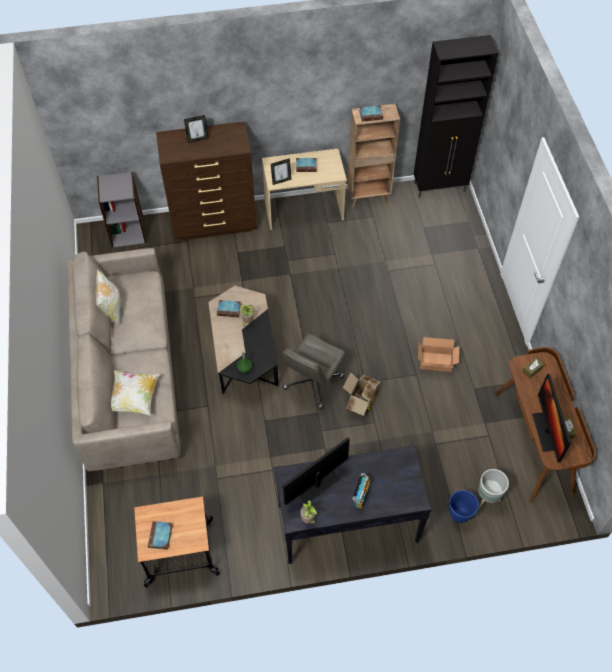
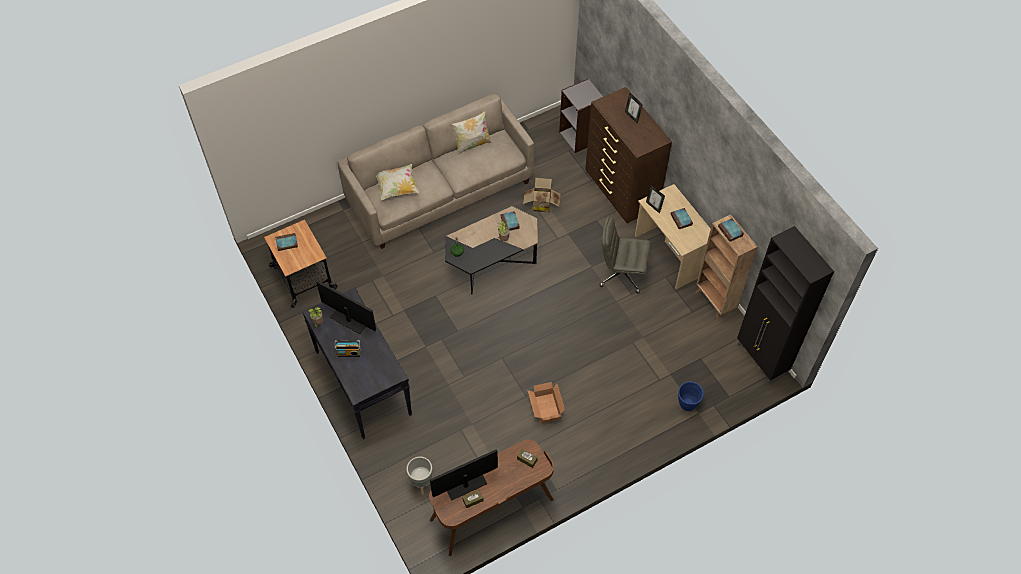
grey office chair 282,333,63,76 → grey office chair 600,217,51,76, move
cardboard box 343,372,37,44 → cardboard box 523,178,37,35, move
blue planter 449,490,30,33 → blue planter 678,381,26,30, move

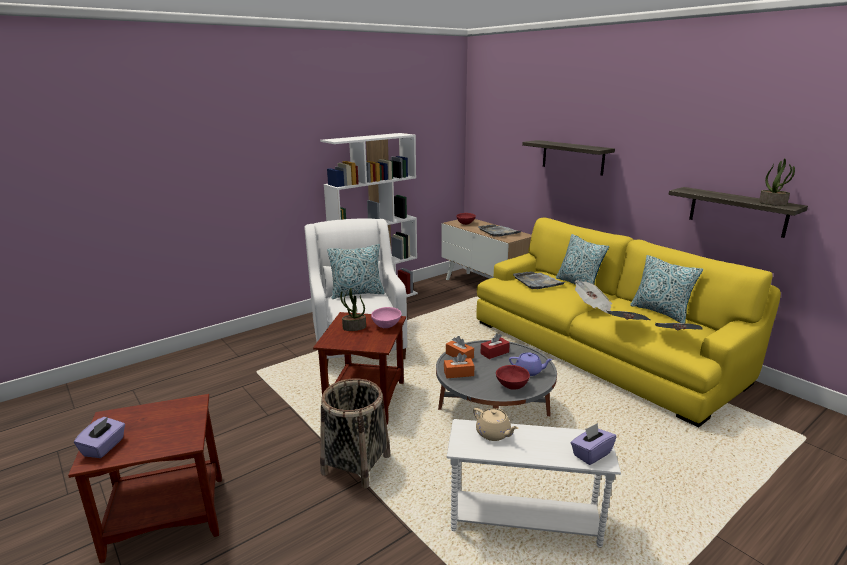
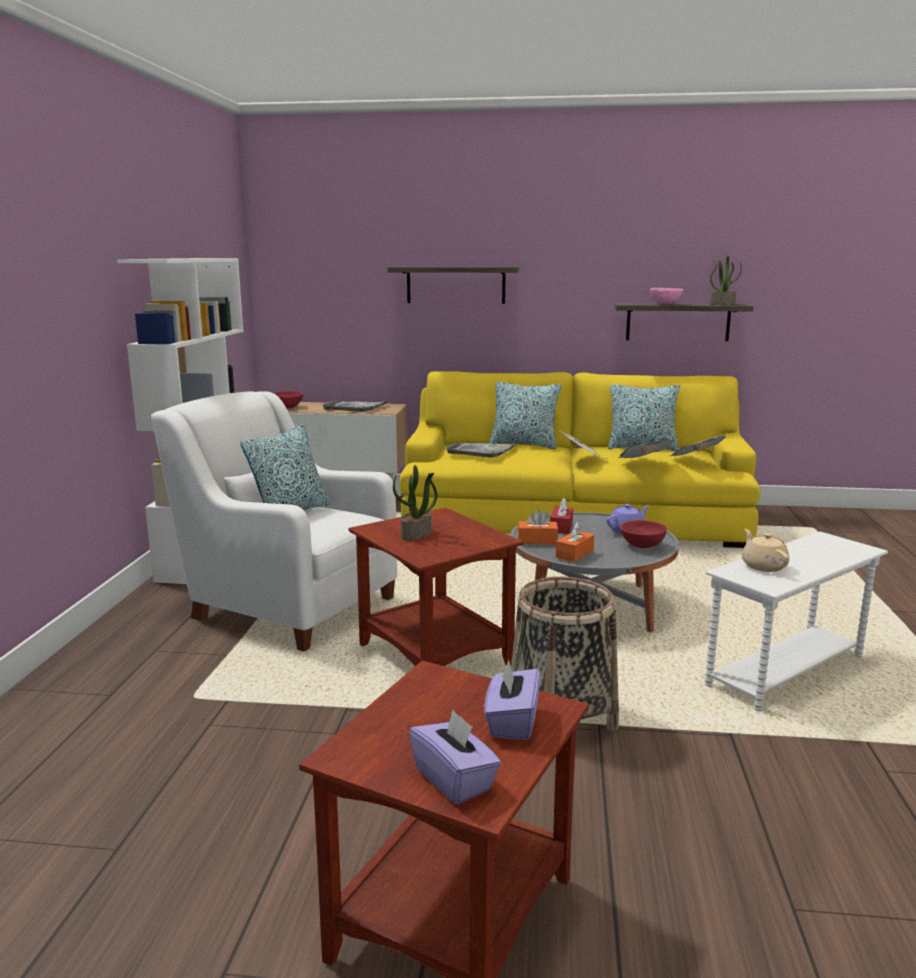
pink bowl 371,307,31,21 → pink bowl 650,288,33,16, move
beige teapot 473,408,46,33 → beige teapot 742,529,48,43, 105 degrees counterclockwise
purple tissue box 571,423,45,42 → purple tissue box 485,659,55,81, move

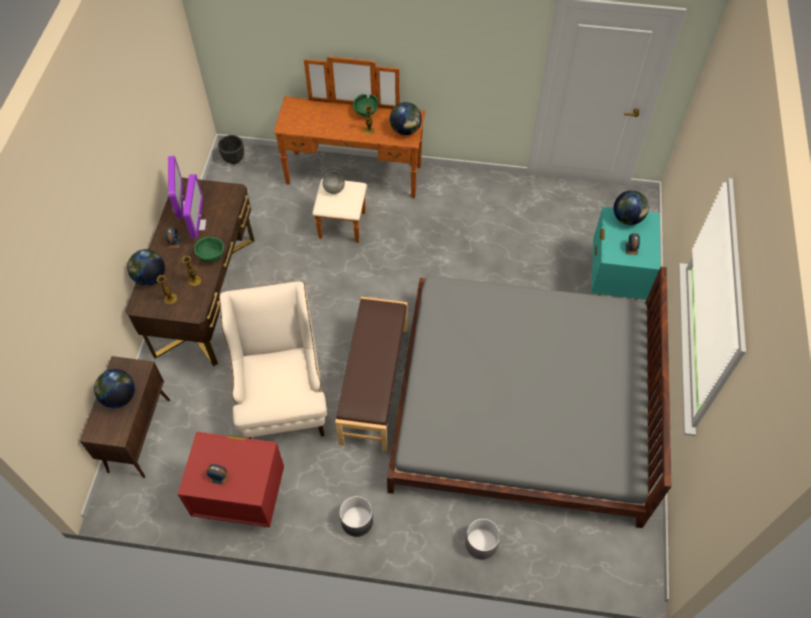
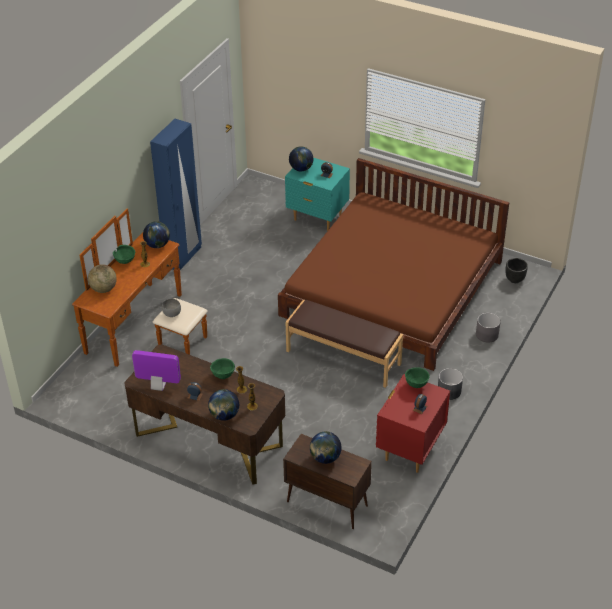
monitor 183,174,23,64 → -
black planter 218,135,26,29 → black planter 506,258,22,25, move
beige armchair 219,281,108,158 → -
grey bed 387,267,284,261 → brown bed 278,158,231,213
- → globe 88,264,29,29
- → blue wardrobe 150,119,52,151
- → green bowl 405,367,24,21

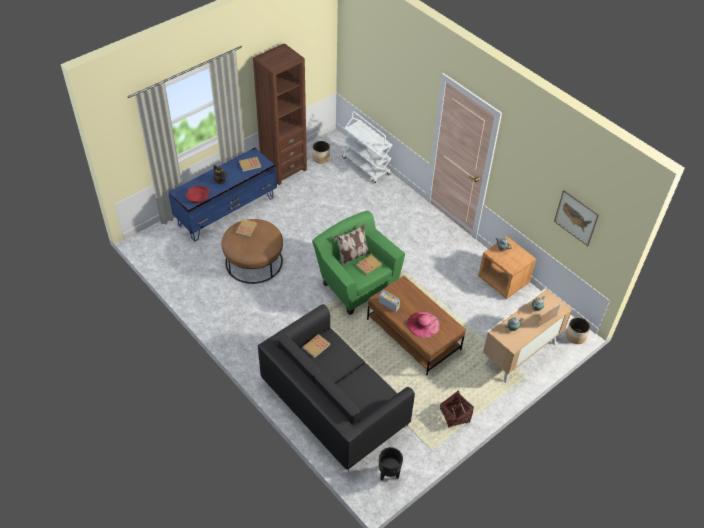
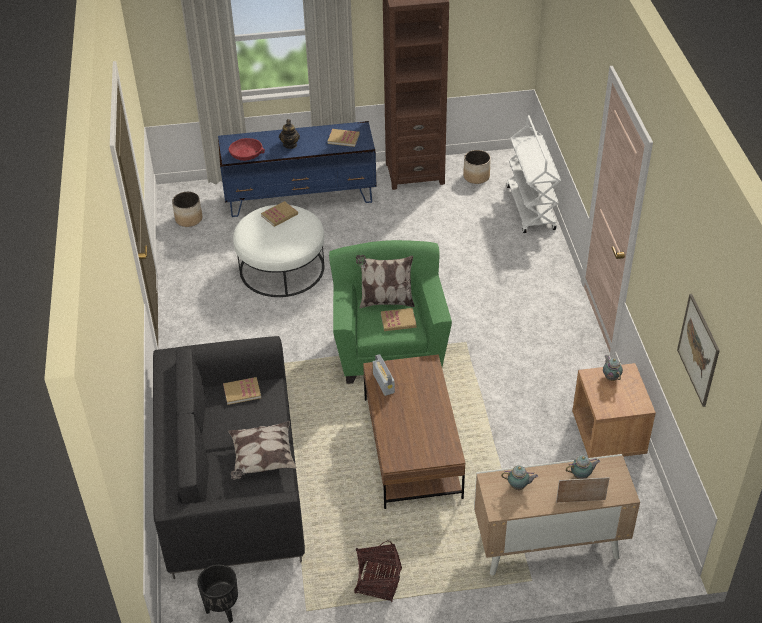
brown ottoman 222,219,61,65 → white ottoman 233,205,91,92
pink hat 407,312,33,26 → -
planter 566,317,24,27 → planter 172,192,30,35, move
- → pillow 228,421,69,59

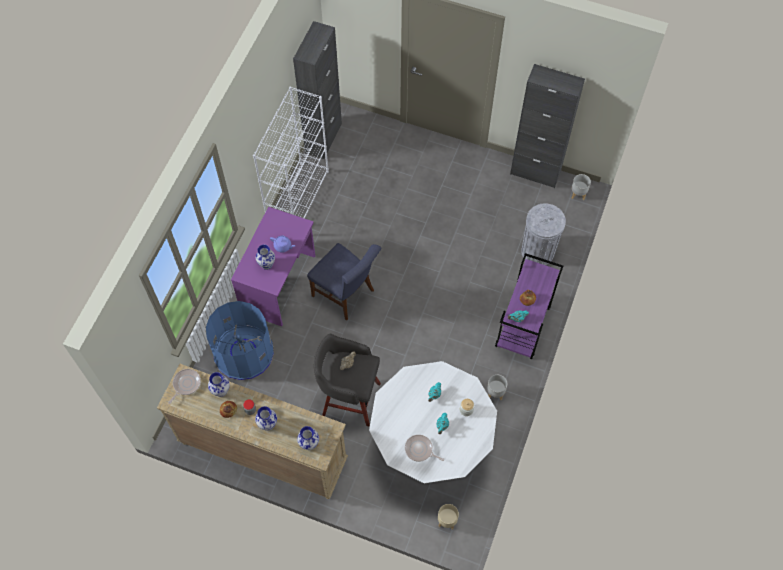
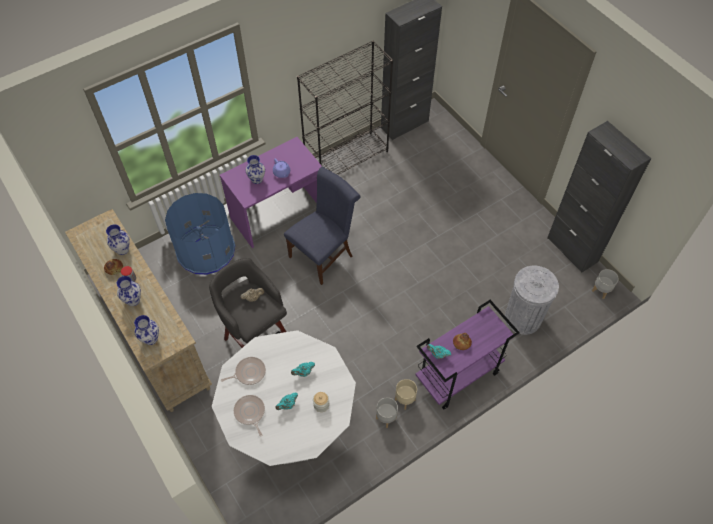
frying pan 168,369,33,35 → frying pan 221,357,45,28, move
white bookcase 253,86,76,132 → black bookcase 297,40,96,135
blue chair 307,243,75,77 → blue chair 284,167,77,118, 120 degrees counterclockwise
beige planter 438,504,21,26 → beige planter 395,379,22,31, move

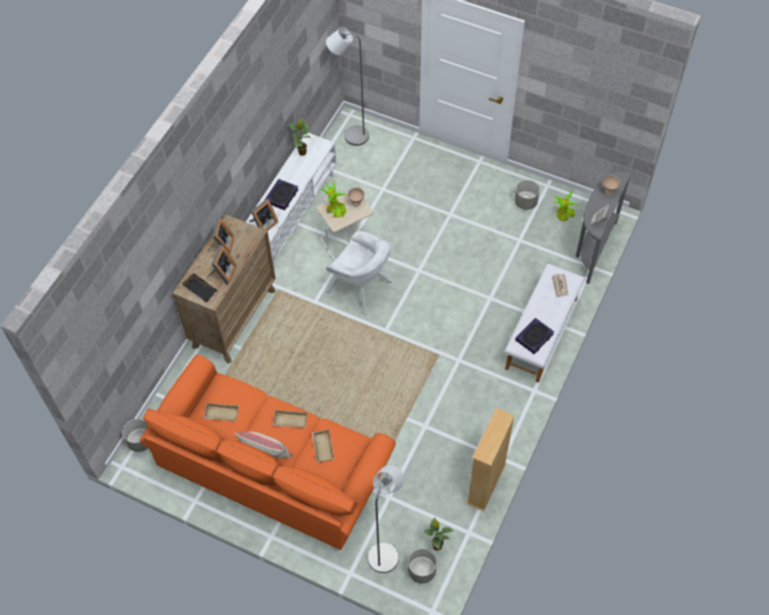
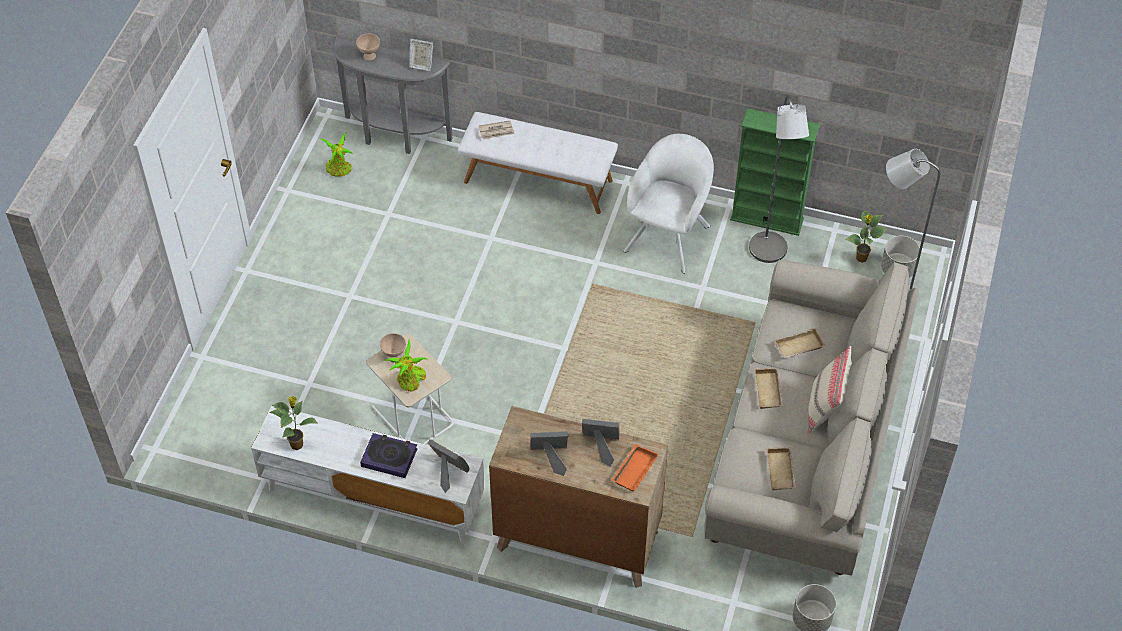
orange sofa 140,355,256,195 → beige sofa 704,260,216,315
black tray 182,273,36,29 → orange tray 612,444,47,48
grey floor lamp 326,27,43,119 → grey floor lamp 749,96,60,167, move
white armchair 326,231,66,84 → white armchair 623,134,91,140, move
beige bookcase 466,408,49,103 → green bookcase 730,108,90,128
grey planter 515,180,25,30 → -
book 515,318,39,36 → -

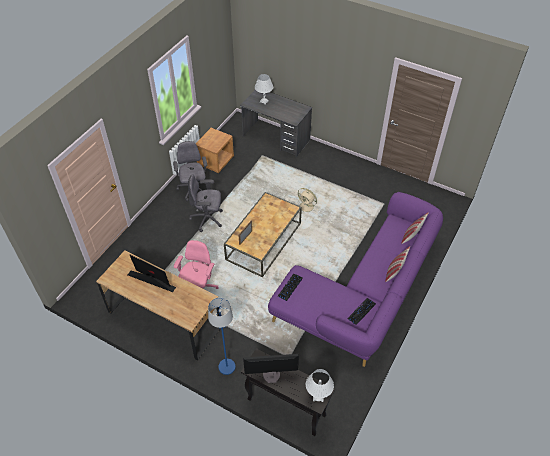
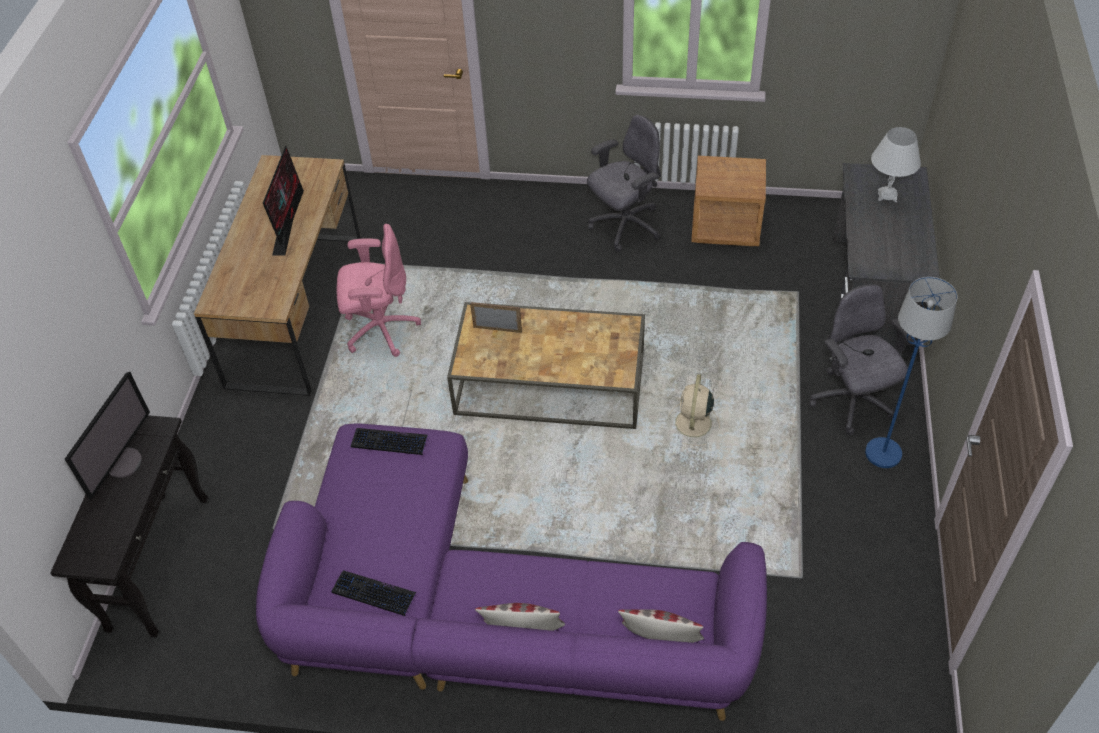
grey office chair 188,175,35,57 → grey office chair 809,284,107,151, move
blue floor lamp 208,298,28,77 → blue floor lamp 865,277,93,191, move
monitor 243,354,56,29 → monitor 65,372,85,128, 45 degrees clockwise
white table lamp 306,369,28,33 → -

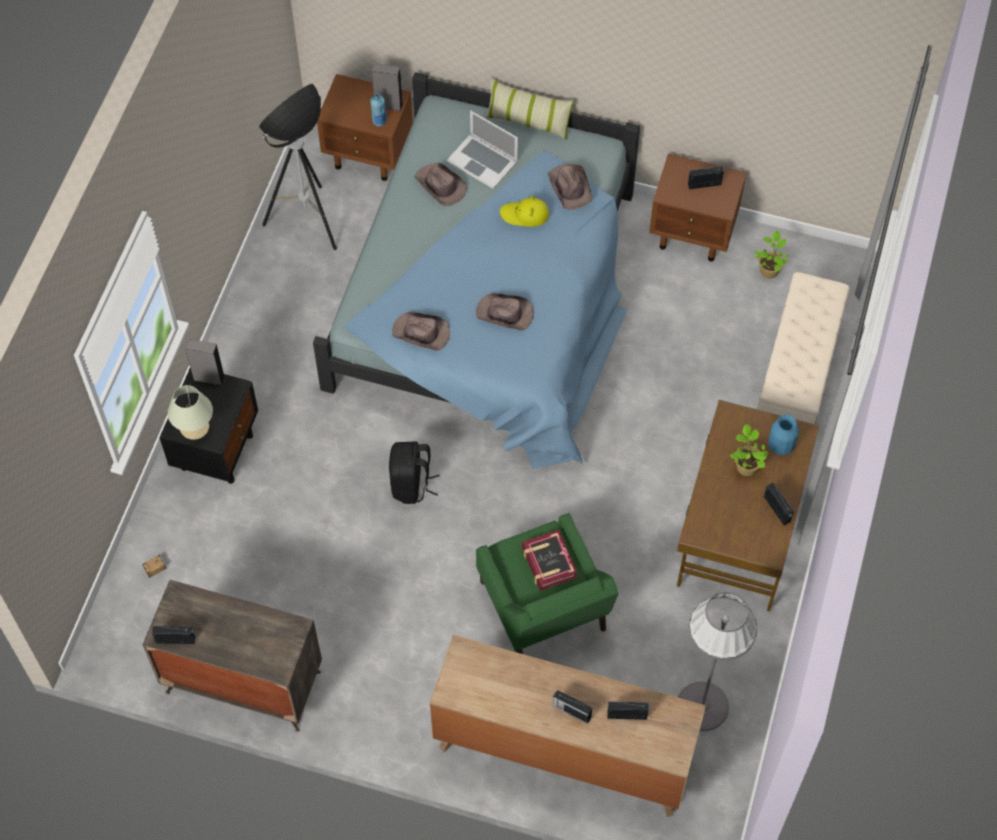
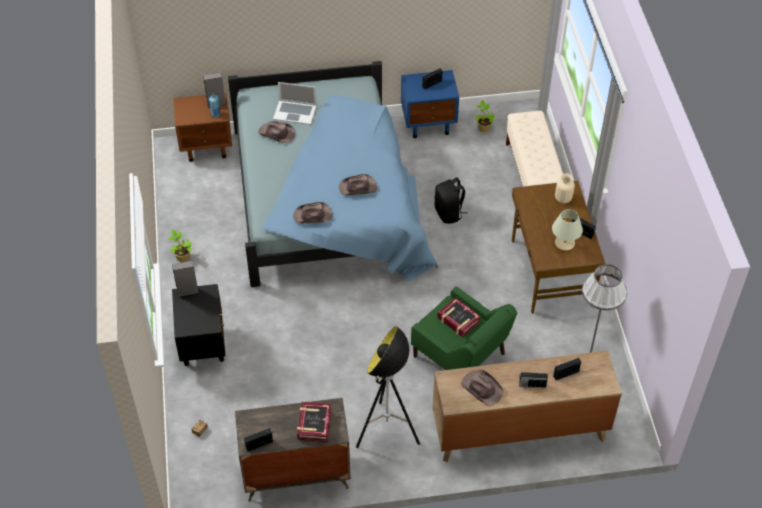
beige table lamp 168,385,45,55 → beige table lamp 552,209,31,42, move
floor lamp 259,84,78,166 → floor lamp 356,326,64,122, move
black backpack 389,441,51,63 → black backpack 435,178,33,46, move
pillow 485,78,89,62 → -
yellow hat 500,195,49,32 → -
brown hat 548,164,44,46 → brown hat 461,370,43,36, move
brown nightstand 649,153,98,109 → blue nightstand 401,70,58,68
potted plant 730,424,39,52 → potted plant 169,230,23,32, move
blue vase 768,415,31,40 → beige vase 555,173,20,30
- → book 297,402,35,40

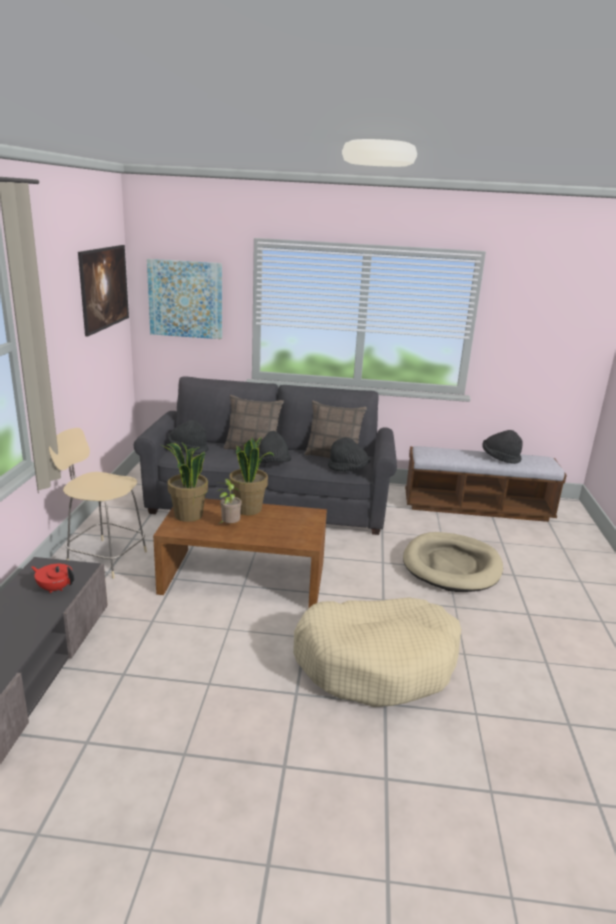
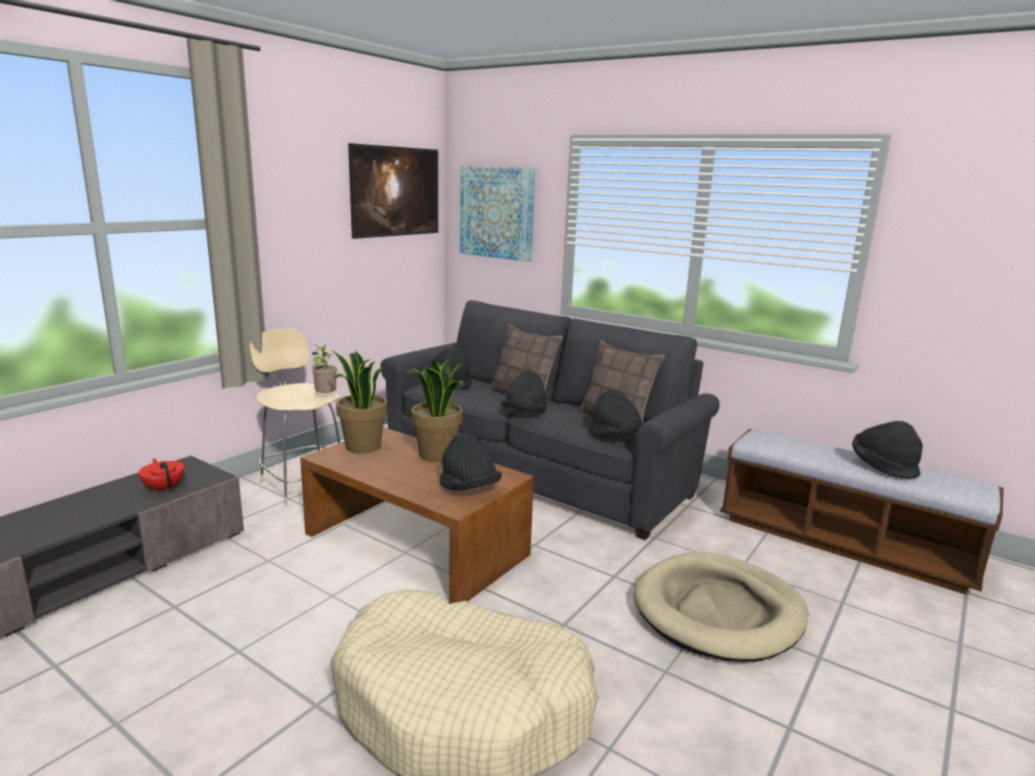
potted plant 217,478,25,46 → potted plant 312,344,25,51, move
- → black hat 440,433,62,58

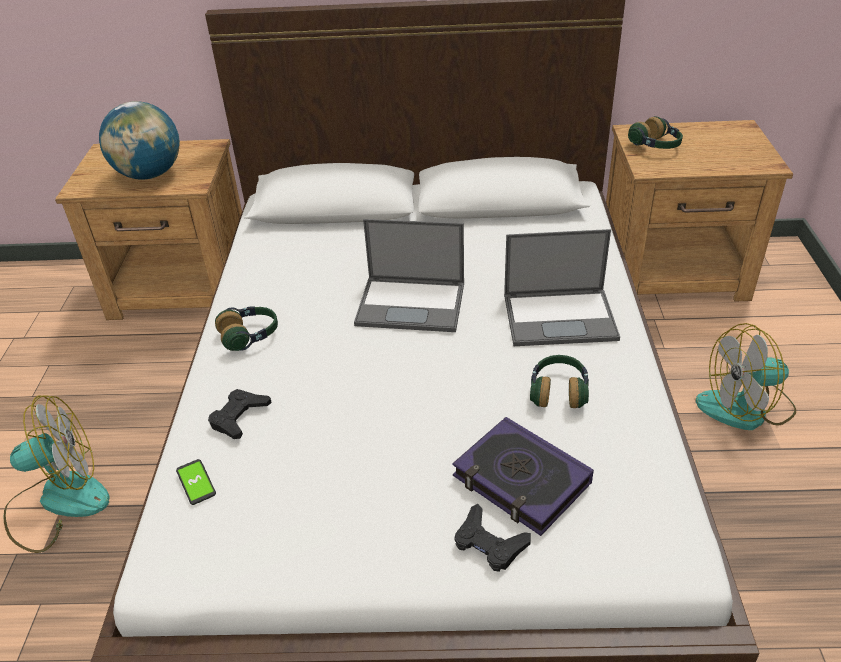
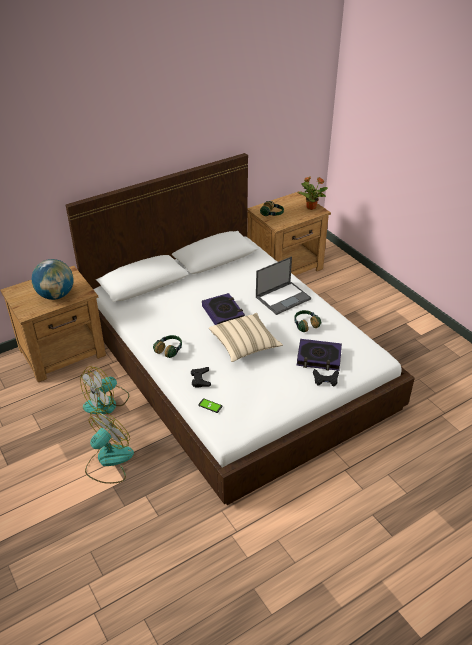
laptop 354,219,110,113 → book 202,293,43,32
fan 696,323,100,107 → fan 80,366,49,48, move
- → beige pillow 209,313,74,49
- → potted plant 298,176,30,34

